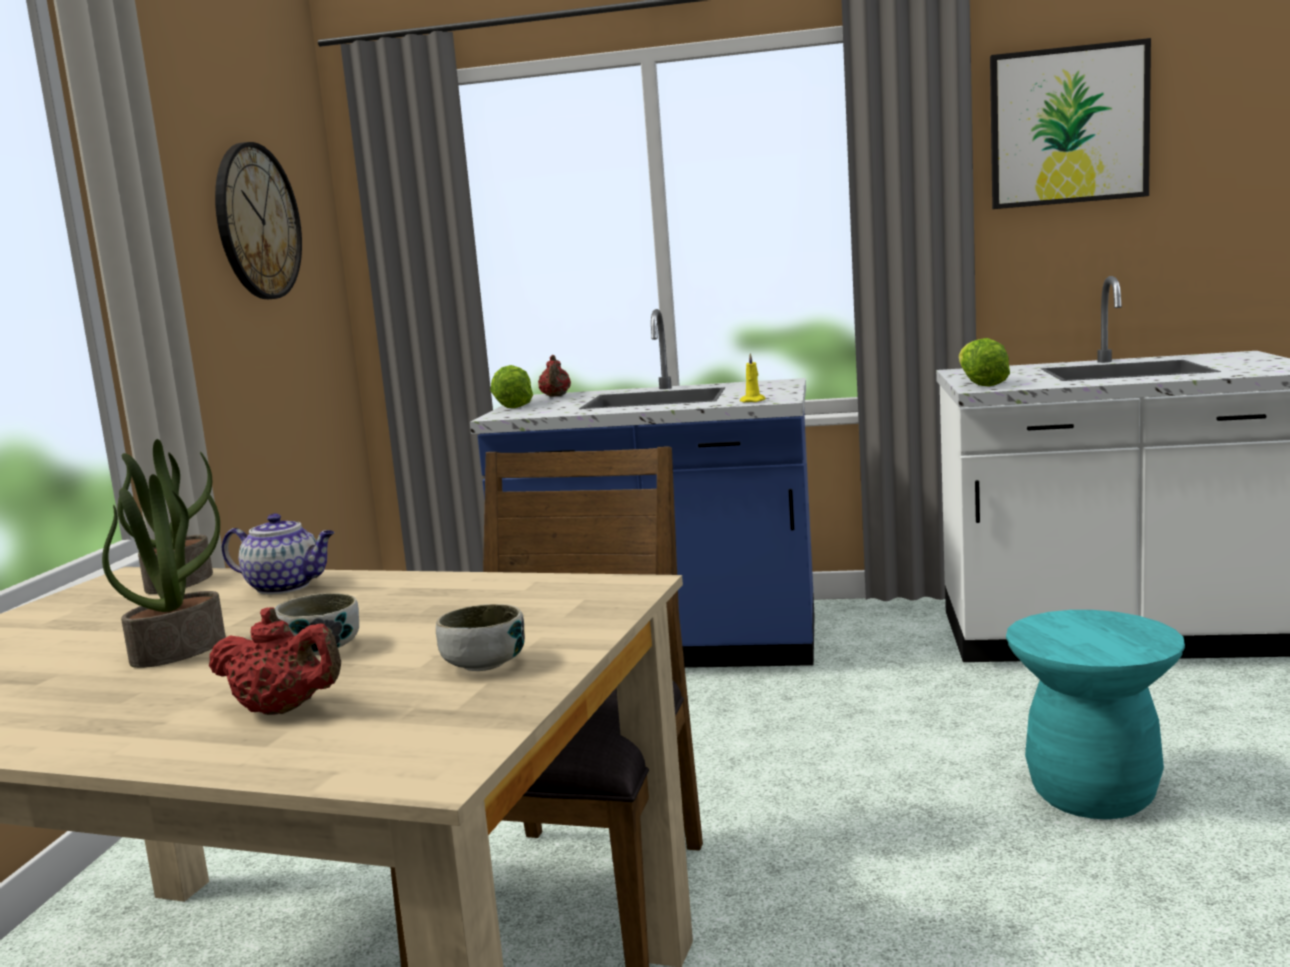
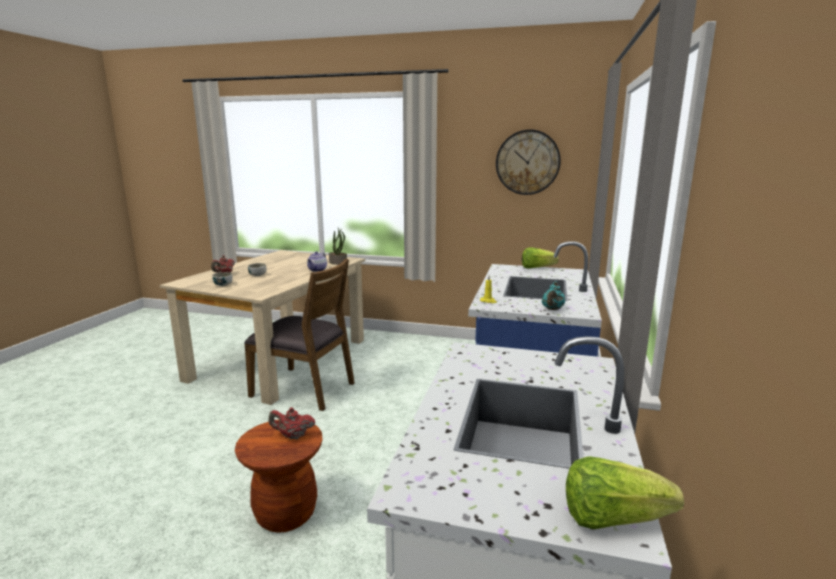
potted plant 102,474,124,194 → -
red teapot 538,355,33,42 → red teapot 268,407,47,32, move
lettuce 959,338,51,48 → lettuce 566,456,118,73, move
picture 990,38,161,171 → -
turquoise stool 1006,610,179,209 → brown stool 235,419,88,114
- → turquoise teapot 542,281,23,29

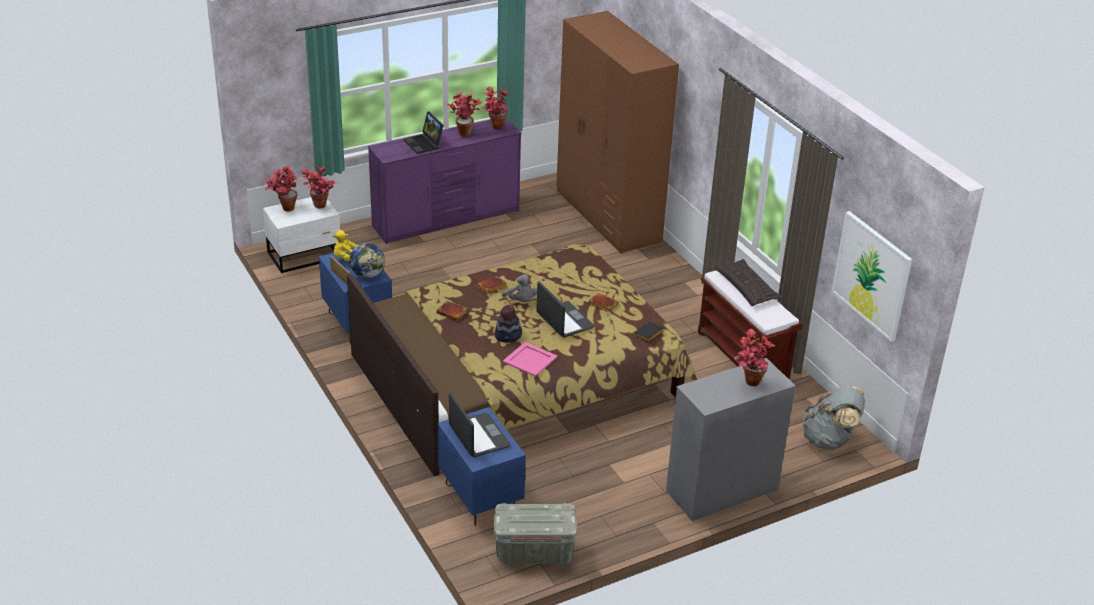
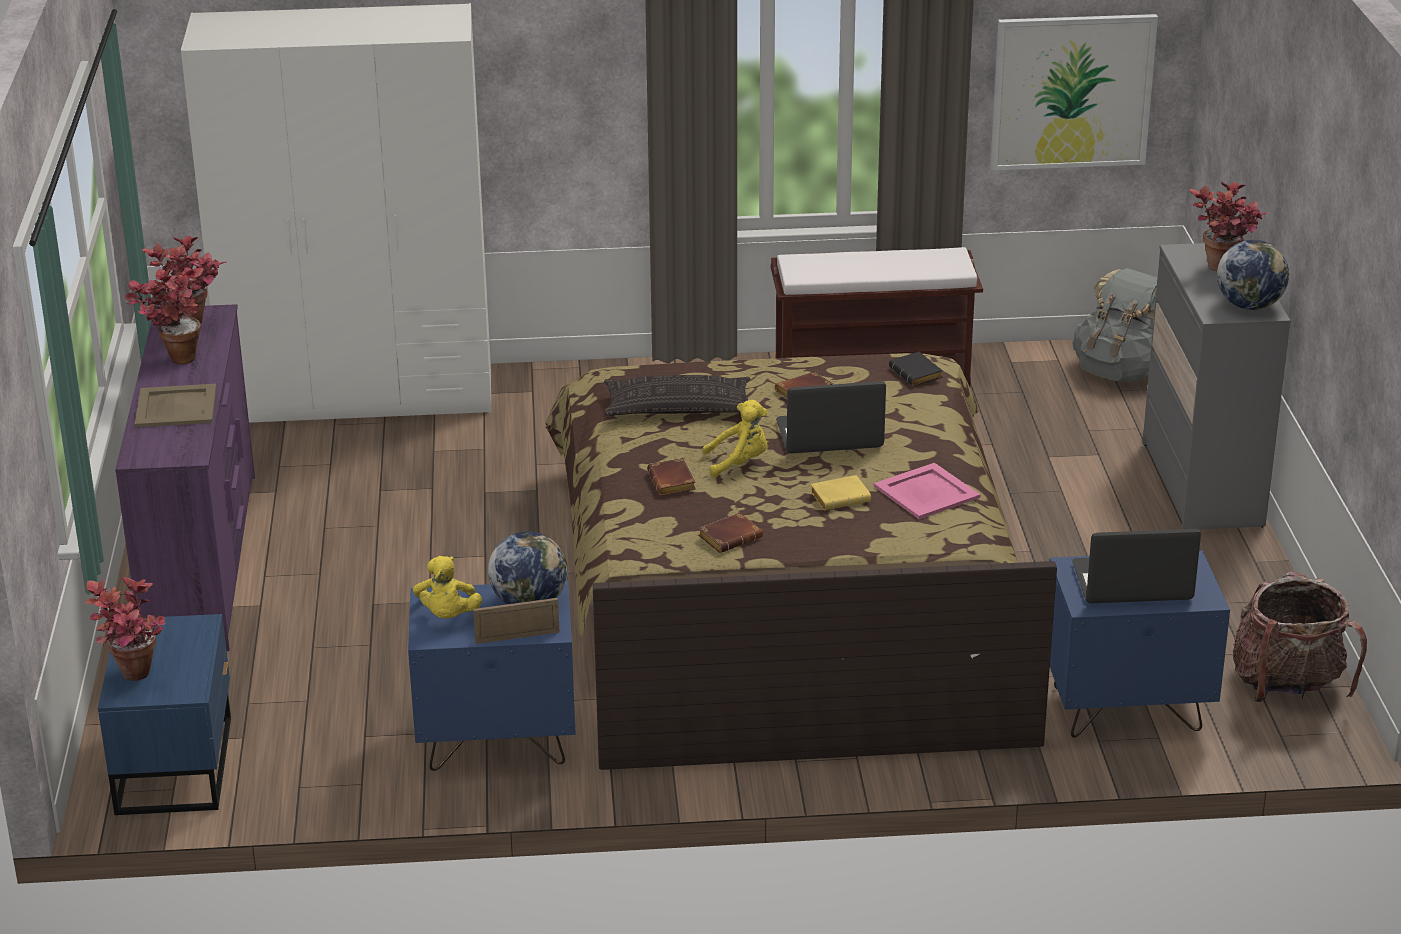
white nightstand 263,197,77,76 → blue nightstand 98,614,133,201
potted plant 300,166,36,43 → -
laptop 403,112,41,42 → beige tray 135,384,81,44
hat 494,305,28,38 → yellow book 810,475,61,35
grey storage box 494,503,83,62 → backpack 1233,571,134,131
grey plush toy 502,274,35,28 → yellow plush toy 703,400,65,77
brown wardrobe 556,11,123,242 → white wardrobe 181,3,310,420
pillow 713,259,70,47 → pillow 604,375,146,41, move
- → globe 1217,240,72,70

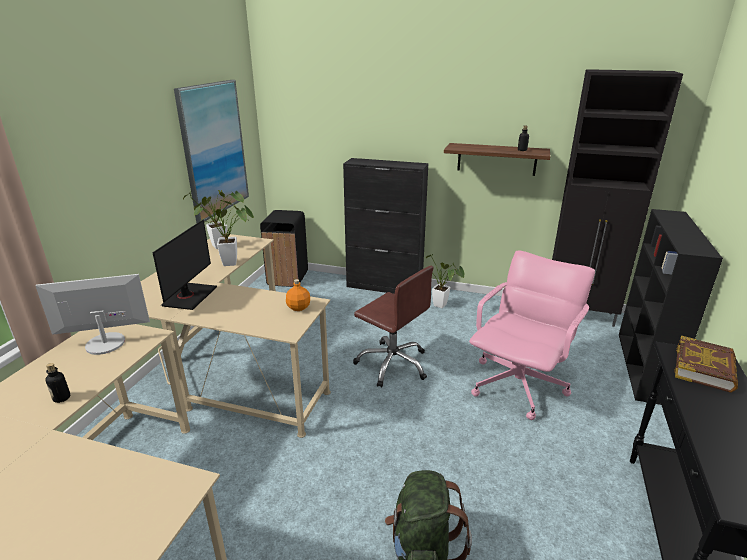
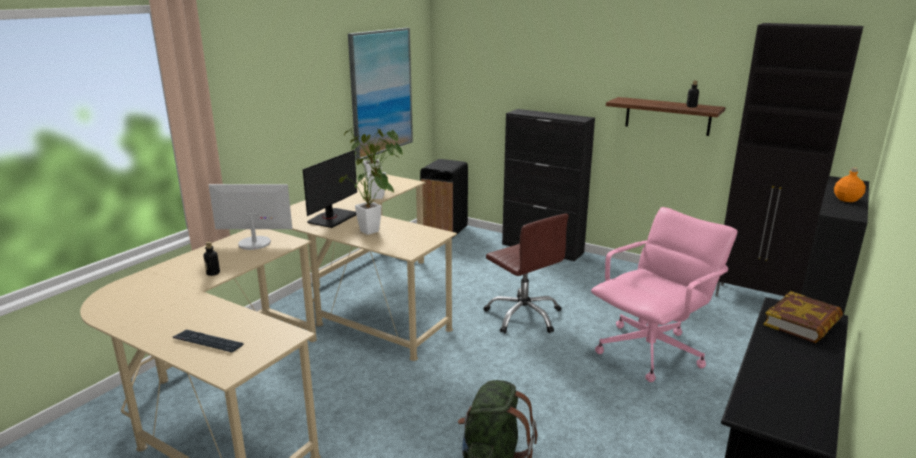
orange bottle 286,279,24,32 → orange bottle 834,167,32,35, move
potted plant 426,254,38,54 → potted plant 339,158,55,77, move
- → keyboard 173,330,71,22

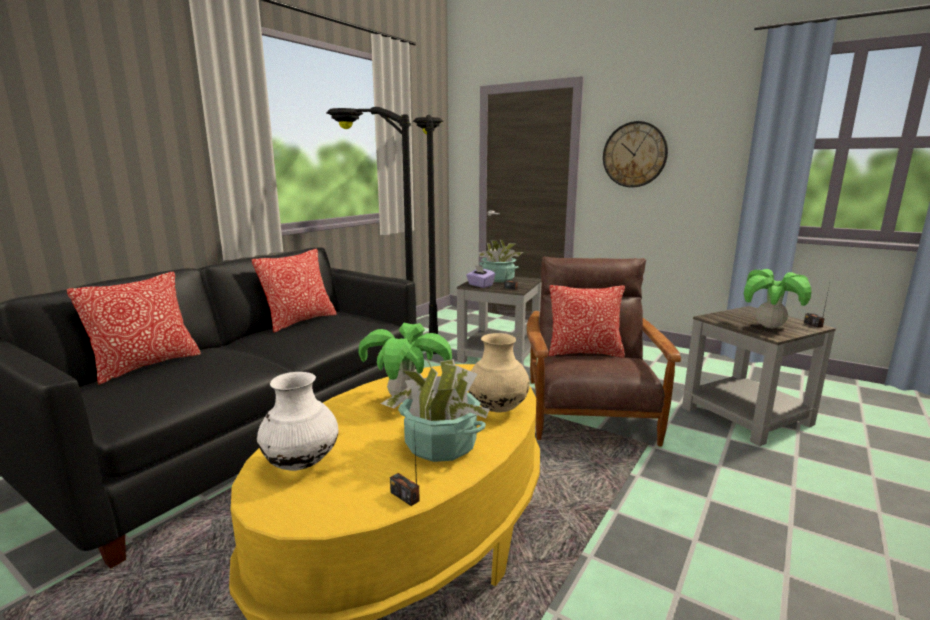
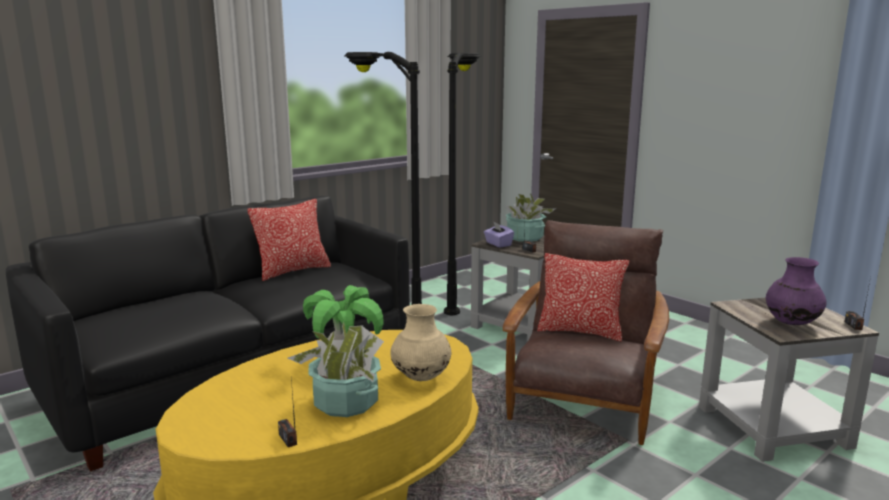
pillow 67,272,134,113 → -
white vase 257,372,81,99 → -
wall clock 603,121,65,66 → -
potted plant 744,269,67,59 → purple vase 766,257,61,68

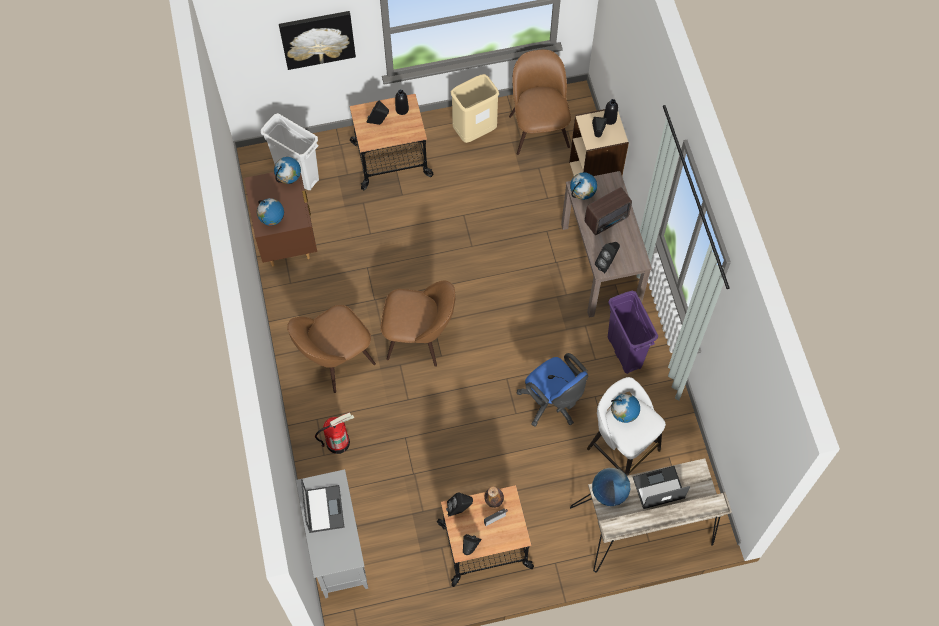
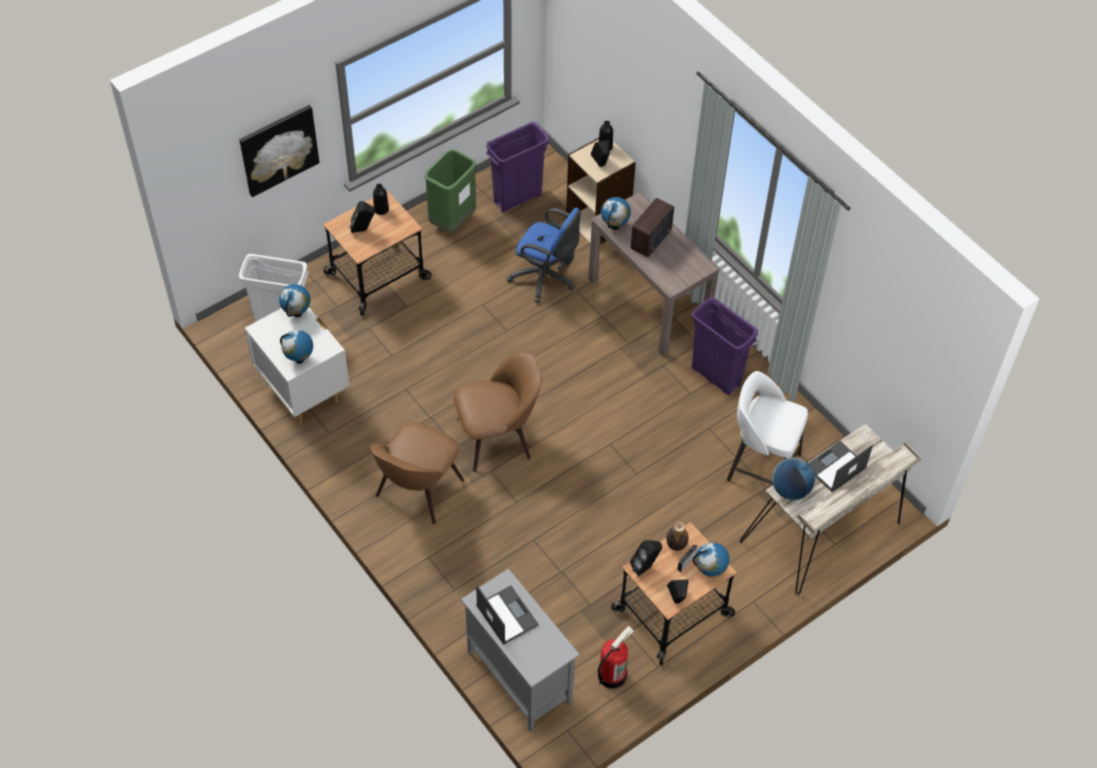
brown nightstand 244,172,73,94 → white nightstand 245,307,105,117
fire extinguisher 315,412,39,42 → fire extinguisher 598,626,35,63, move
beige trash can 451,74,48,69 → green trash can 424,149,52,84
brown chair 509,50,62,105 → purple trash can 486,122,64,90
blue office chair 516,353,72,73 → blue office chair 507,208,74,95, move
black speaker 595,242,25,31 → -
globe 611,394,29,29 → globe 693,542,37,35, move

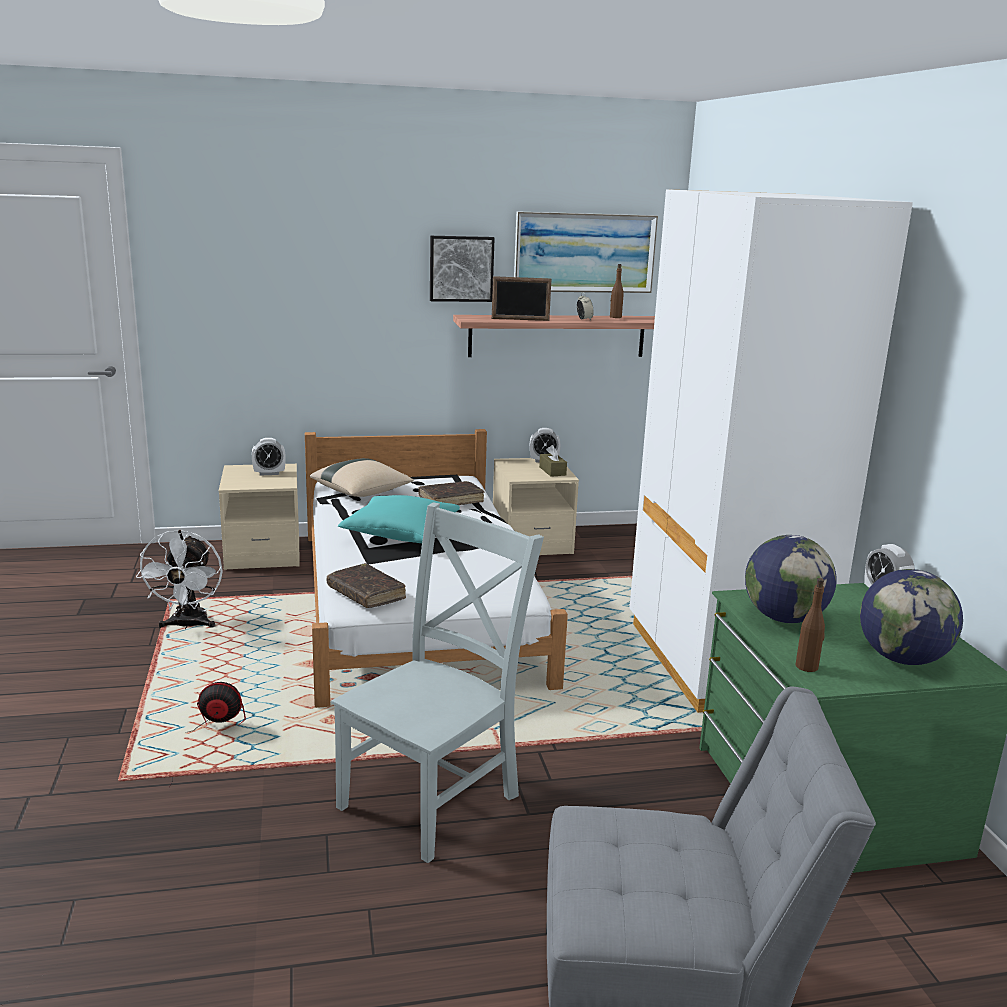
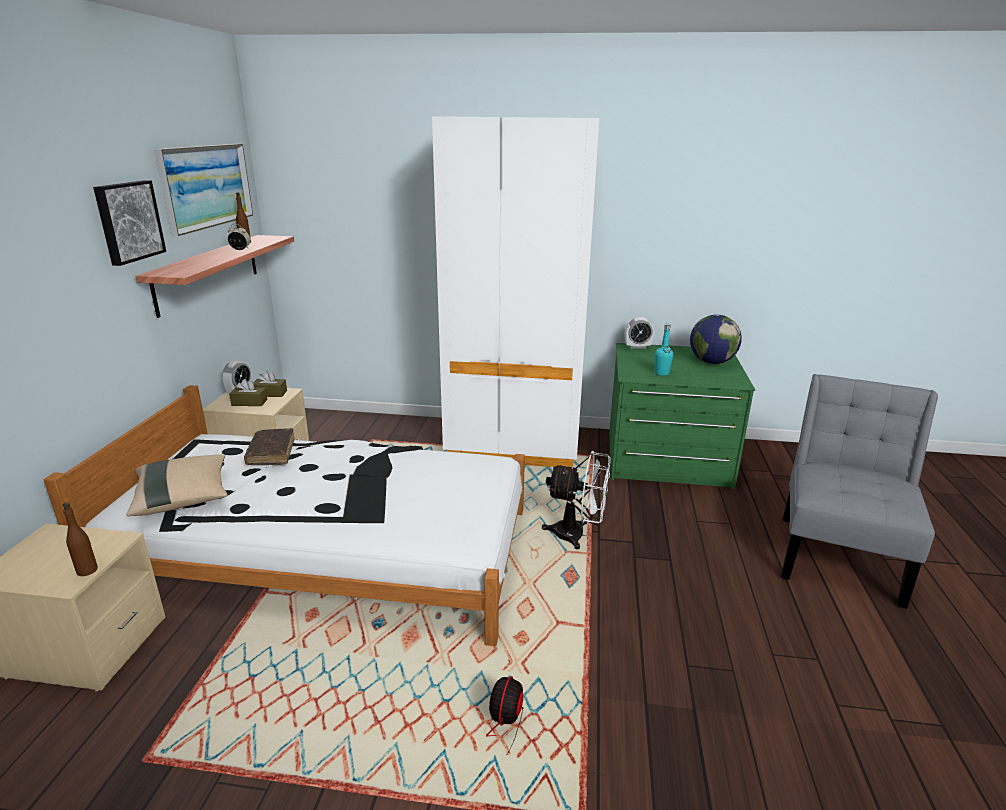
white fan 136,530,87,99 → white fan 542,451,69,99, move
alarm clock 252,438,34,38 → -
brown book 327,563,79,45 → -
grey chair 331,502,213,361 → -
turquoise pillow 338,495,122,48 → -
picture frame 492,276,59,45 → -
globe 745,535,92,88 → turquoise bottle 655,324,18,52
brown bottle 795,578,30,94 → brown bottle 63,502,35,74, move
- → brown tissue box 229,379,38,27

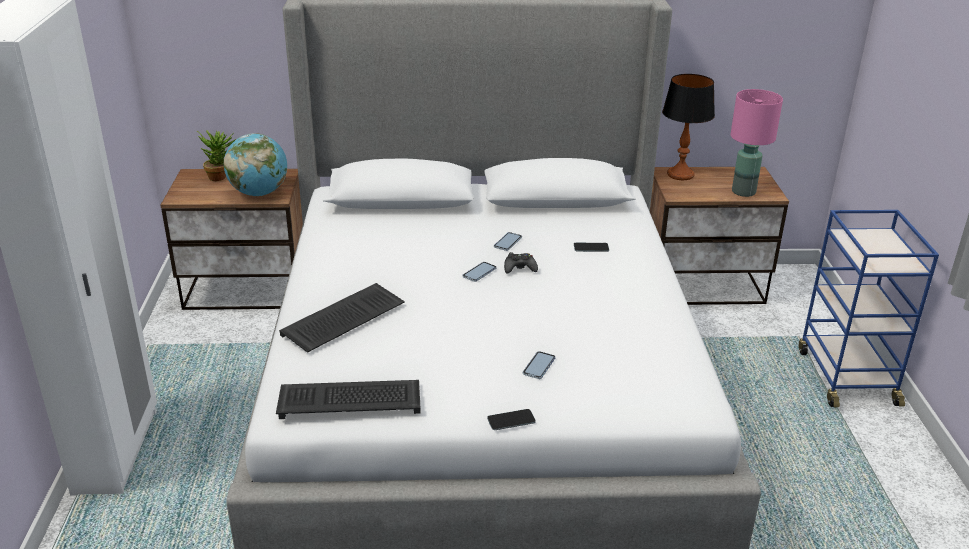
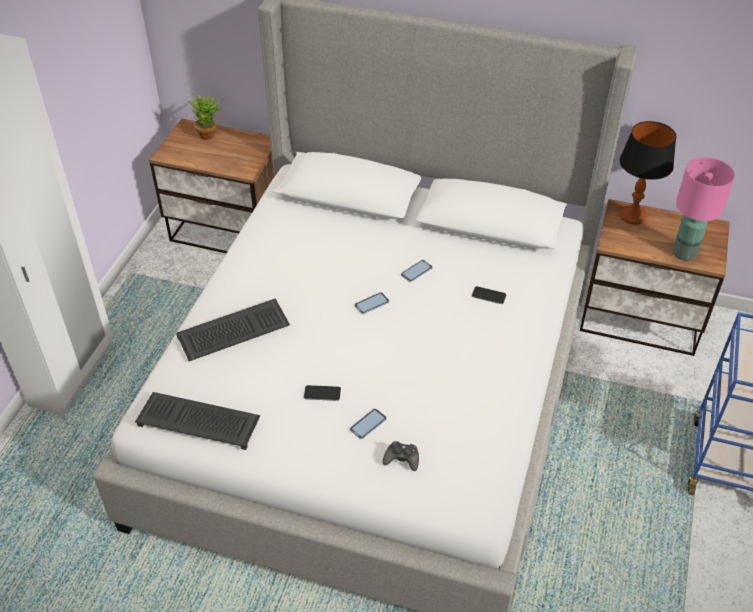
globe 224,133,63,63 → -
phone 487,409,49,21 → phone 304,385,37,16, move
black game controller 504,252,34,21 → black game controller 383,441,36,30, move

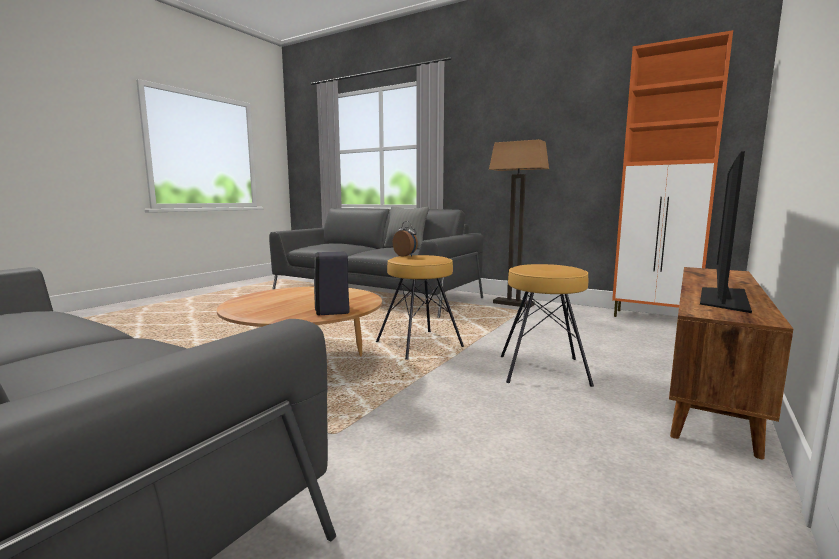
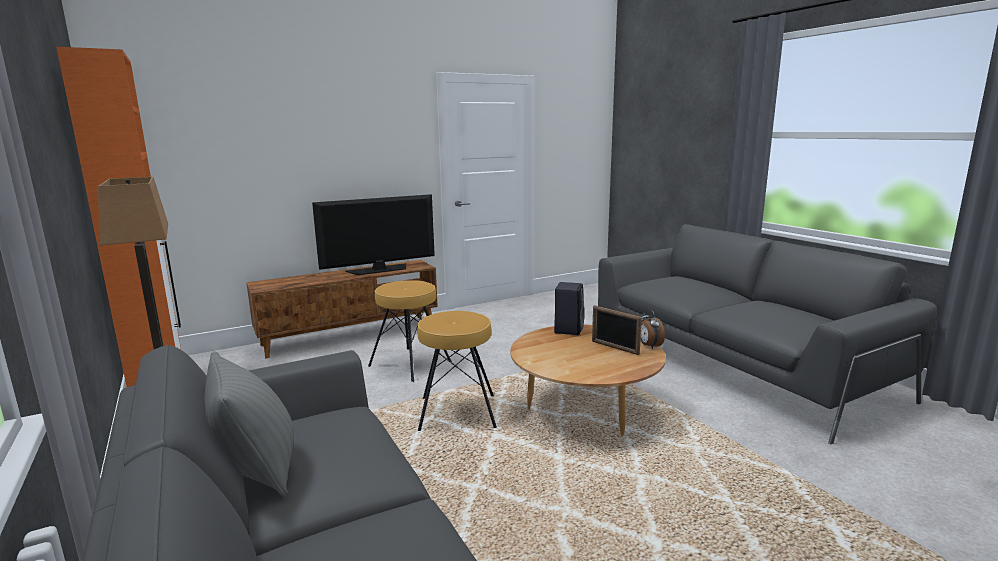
alarm clock 393,221,25,35 → alarm clock 641,309,24,40, move
- → picture frame 592,305,50,50

